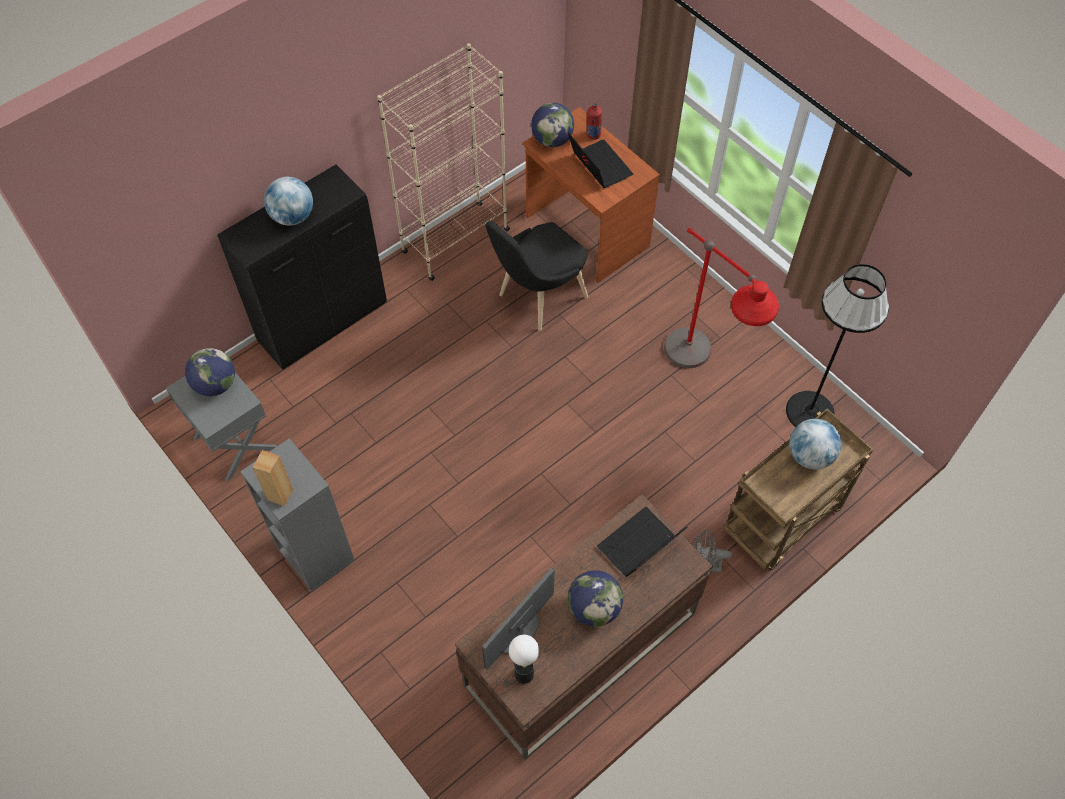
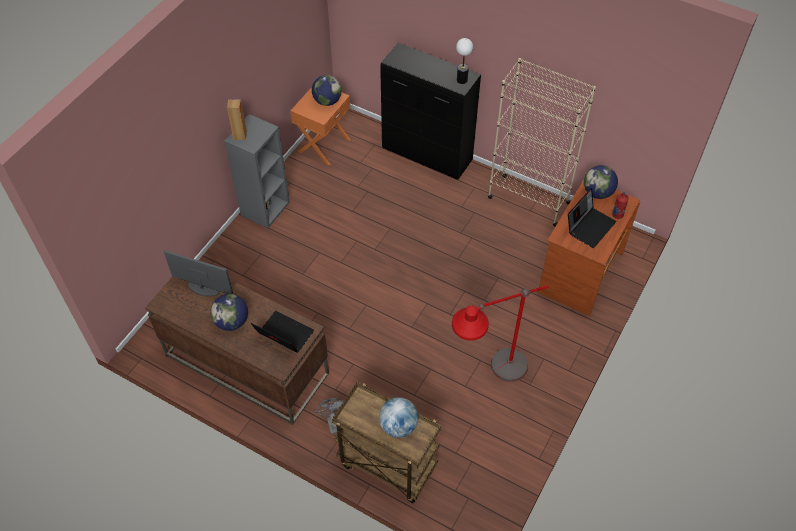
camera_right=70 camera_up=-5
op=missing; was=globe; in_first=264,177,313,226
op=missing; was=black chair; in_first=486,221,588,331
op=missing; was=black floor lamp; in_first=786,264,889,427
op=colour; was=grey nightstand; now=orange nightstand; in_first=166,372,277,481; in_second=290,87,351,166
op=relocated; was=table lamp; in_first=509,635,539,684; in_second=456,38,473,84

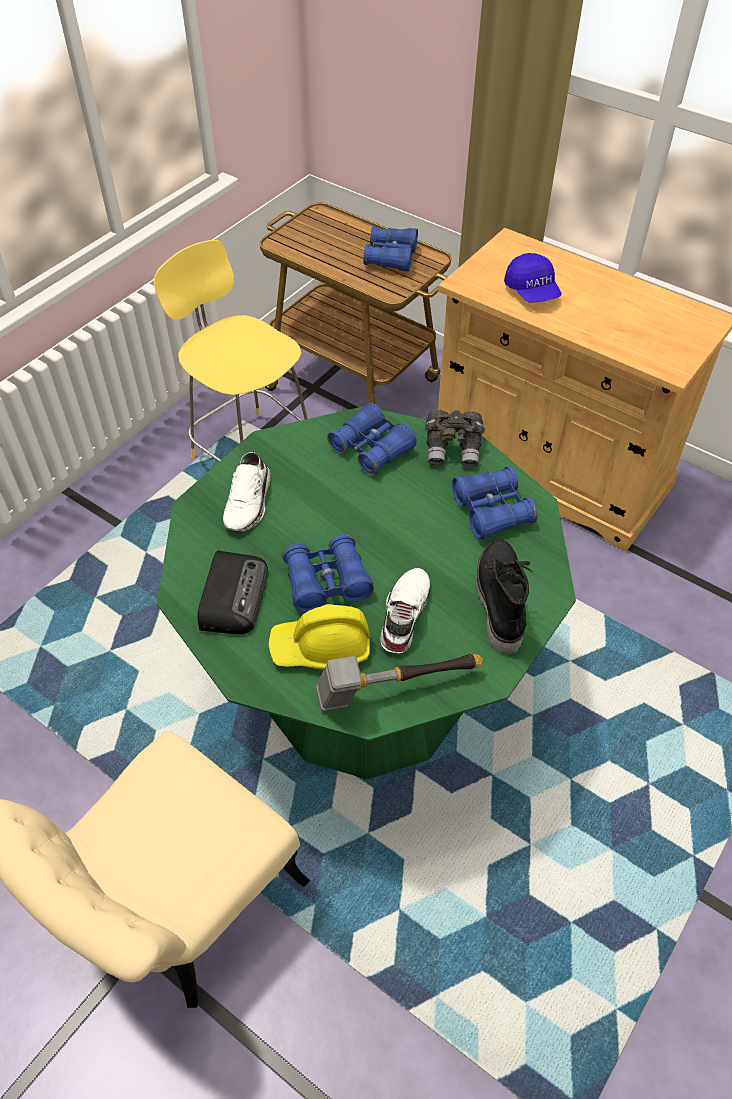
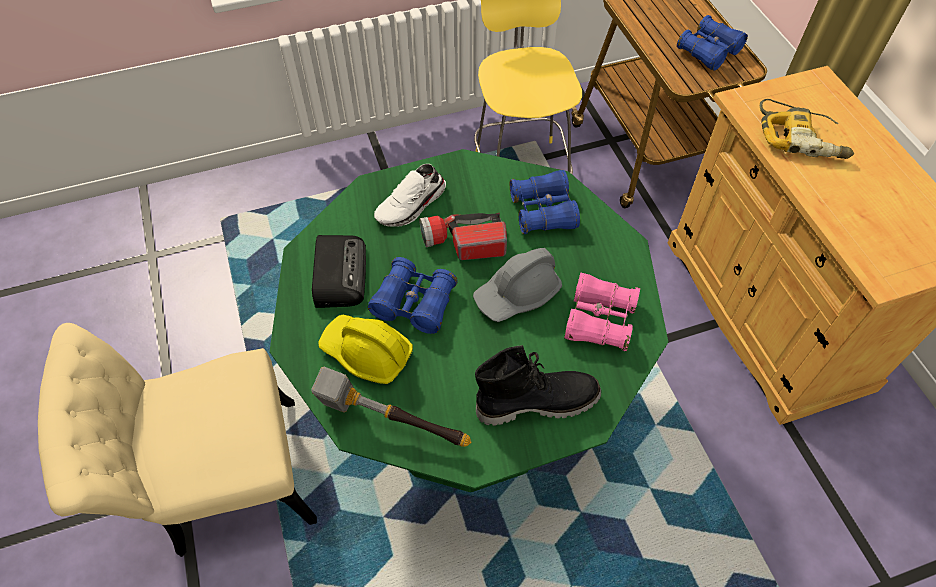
camera_right=35 camera_up=5
op=exchanged; was=blue cap; now=power drill; in_first=504,253,562,303; in_second=760,99,854,159
op=missing; was=grey binoculars; in_first=425,410,485,467
op=colour; was=blue binoculars; now=pink binoculars; in_first=452,466,538,539; in_second=564,273,640,351
op=spun; was=black boot; in_first=476,539,533,654; in_second=475,345,601,426; clockwise=45
op=spun; was=radio; in_first=197,551,268,634; in_second=312,235,366,308; clockwise=-45
op=missing; was=white shoe; in_first=380,568,430,653
op=appeared; now=flashlight; in_second=419,213,507,260
op=appeared; now=grey hard hat; in_second=473,248,562,322

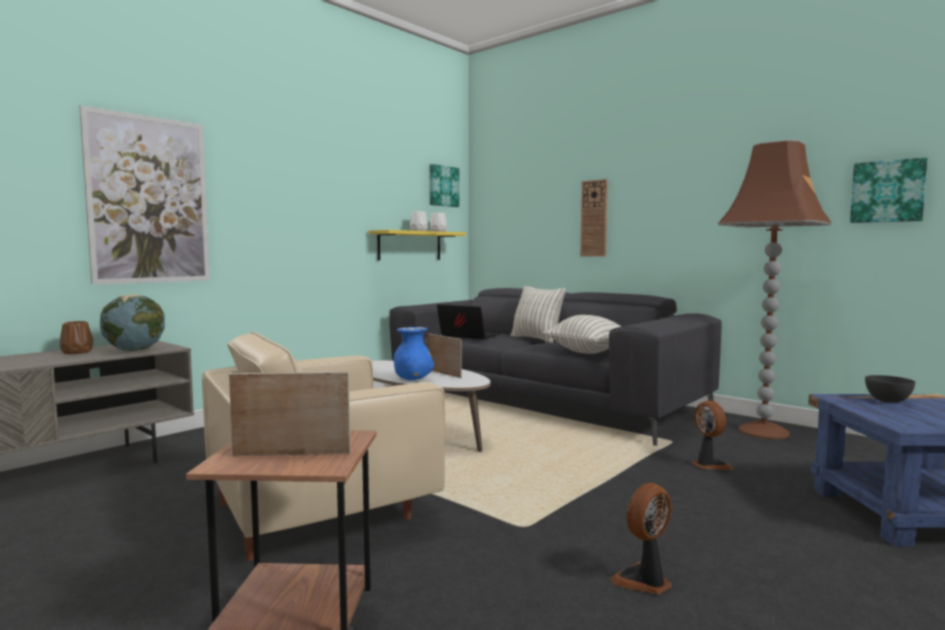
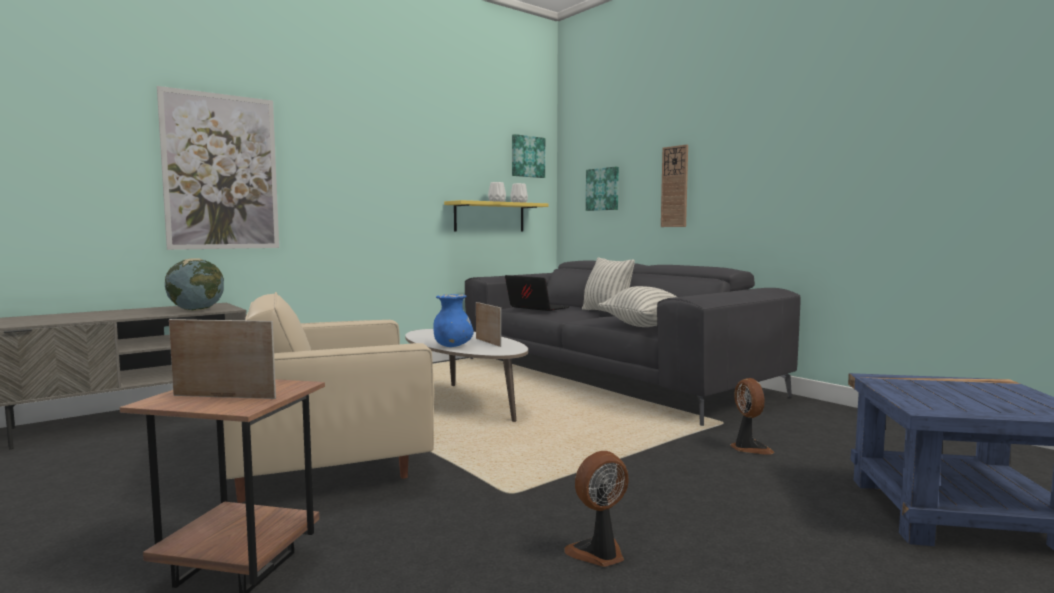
camera_right=10 camera_up=0
op=missing; was=brown floor lamp; in_first=718,140,832,439
op=relocated; was=picture; in_first=850,158,928,223; in_second=586,167,619,211
op=missing; was=brown vase; in_first=59,321,93,354
op=missing; was=grey bowl; in_first=865,375,915,403

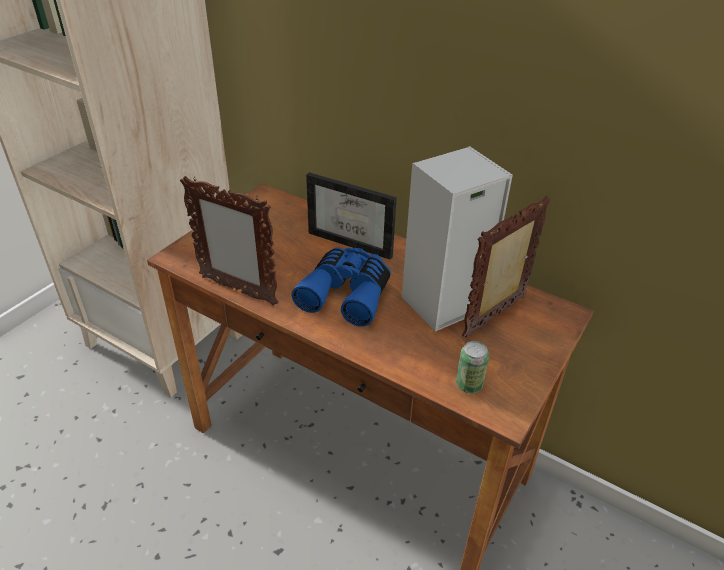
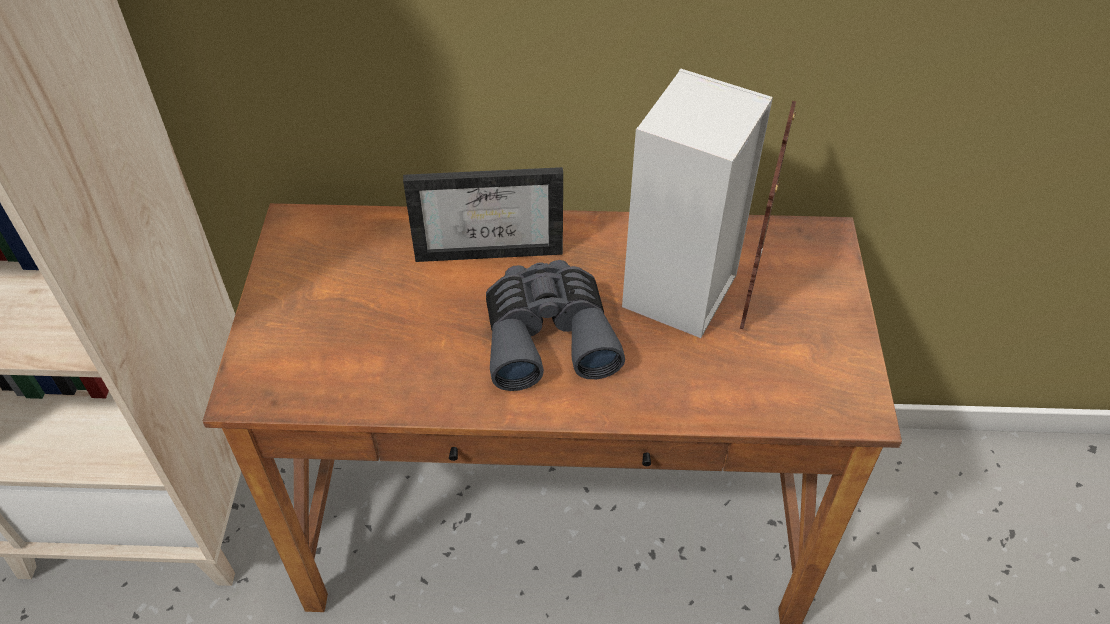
camera_right=-30 camera_up=10
op=missing; was=picture frame; in_first=180,176,278,306
op=colour; was=blue binoculars; now=grey binoculars; in_first=292,247,391,327; in_second=486,260,625,391
op=missing; was=can; in_first=456,341,489,394

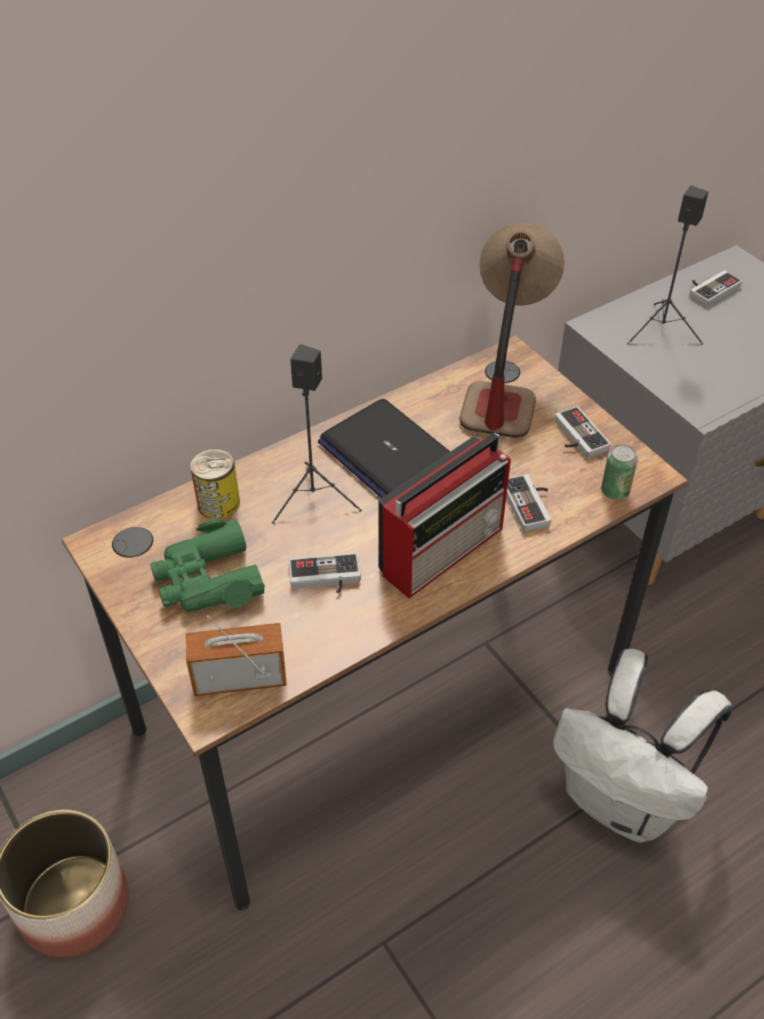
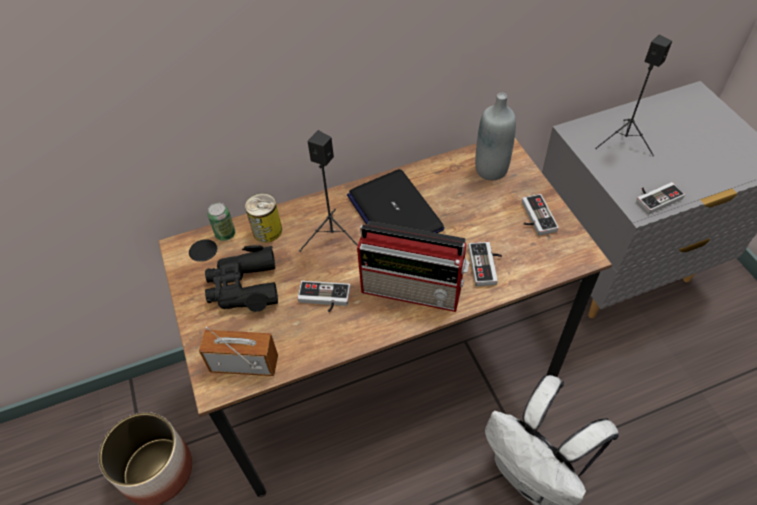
camera_right=15 camera_up=5
op=exchanged; was=table lamp; now=grey bottle; in_first=460,223,564,438; in_second=475,93,516,180
op=relocated; was=game controller; in_first=690,270,742,307; in_second=636,182,685,214
op=spun; was=radio; in_first=378,433,511,599; in_second=357,221,470,312; clockwise=45
op=relocated; was=can; in_first=601,444,638,500; in_second=207,202,235,241
op=colour; was=green binoculars; now=black binoculars; in_first=150,519,265,612; in_second=205,245,278,312

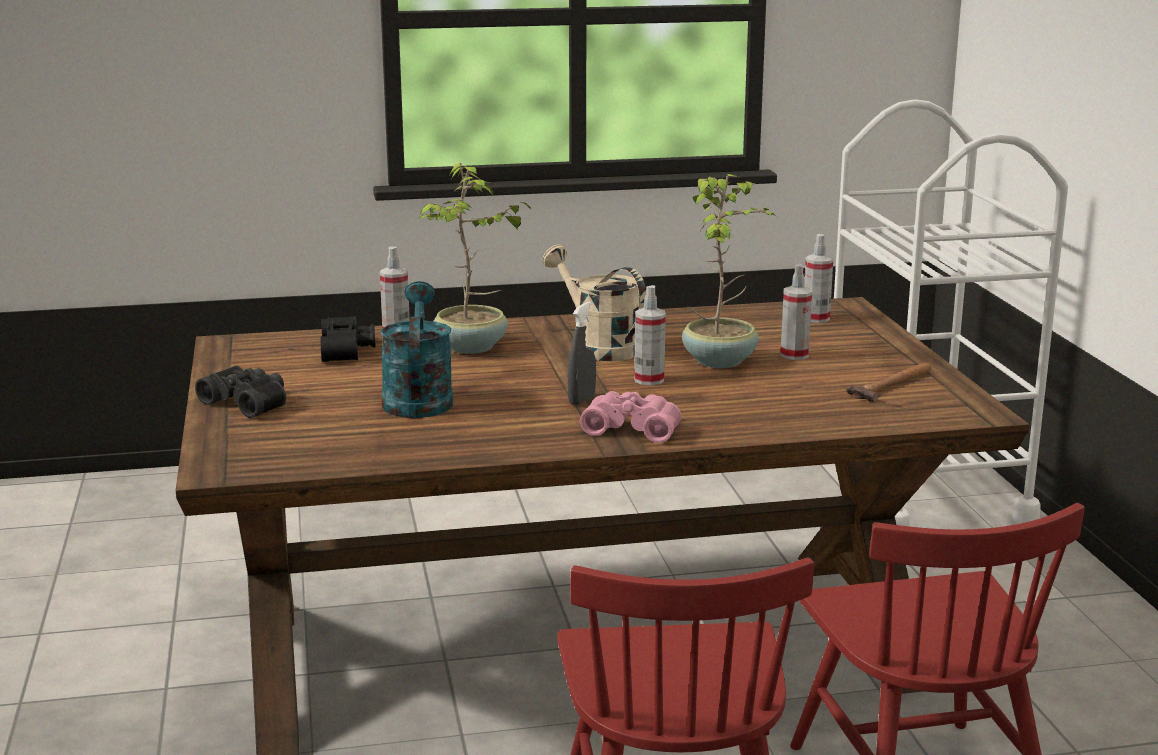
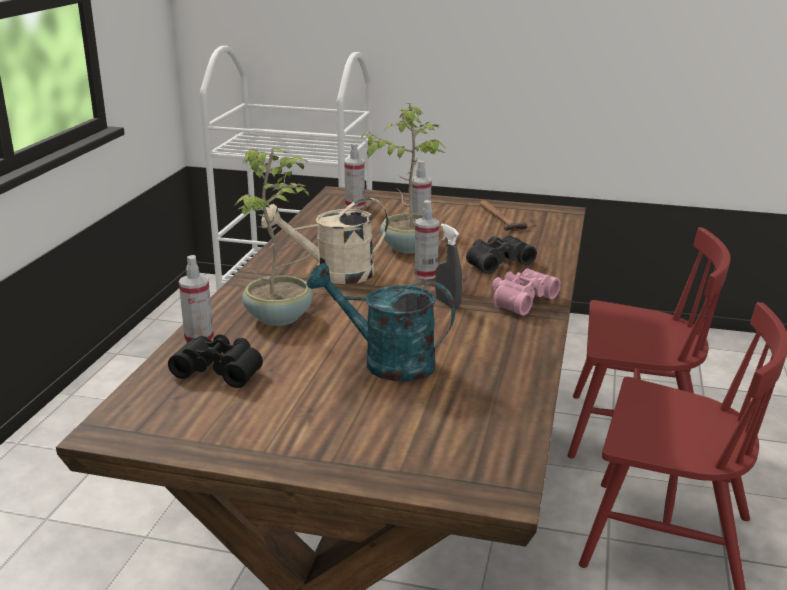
camera_right=-65 camera_up=5
op=relocated; was=black binoculars; in_first=195,365,286,418; in_second=466,235,537,274

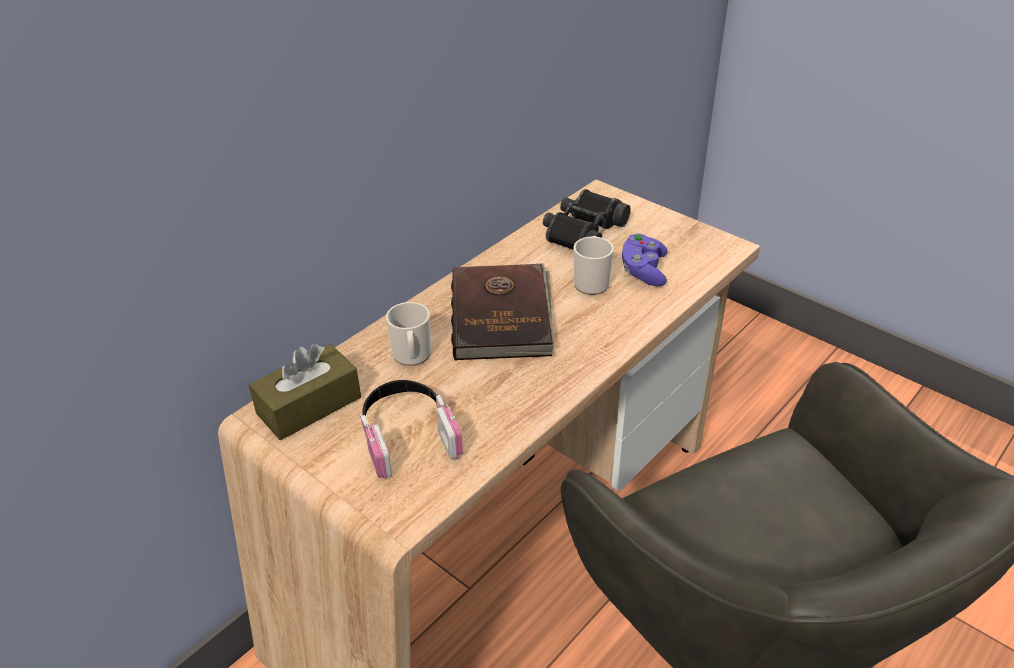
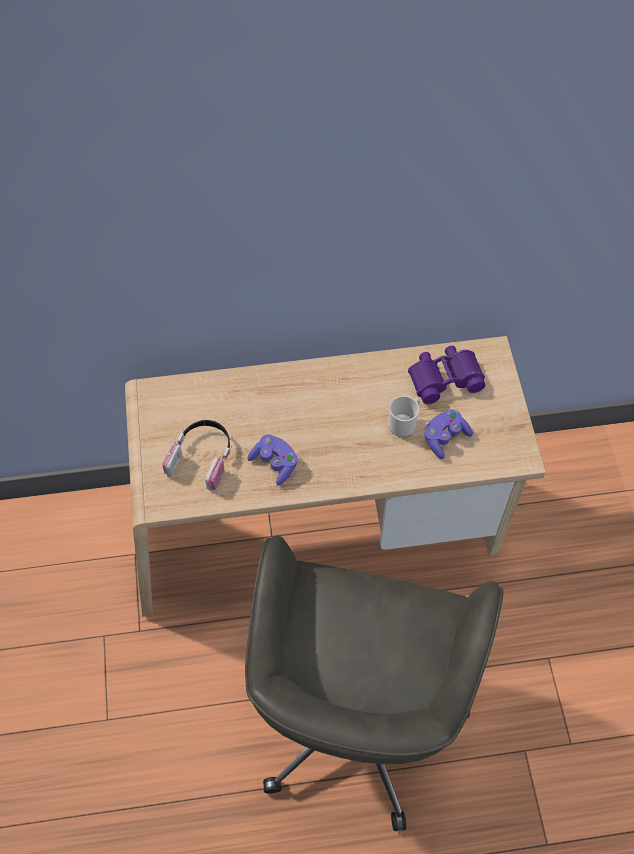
camera_right=40 camera_up=20
op=colour; was=black binoculars; now=purple binoculars; in_first=543,189,631,250; in_second=408,346,485,404
op=missing; was=brown book; in_first=451,263,555,361
op=missing; was=mug; in_first=386,302,431,366
op=missing; was=brown tissue box; in_first=249,343,361,440
op=appeared; now=purple game controller; in_second=248,434,298,486

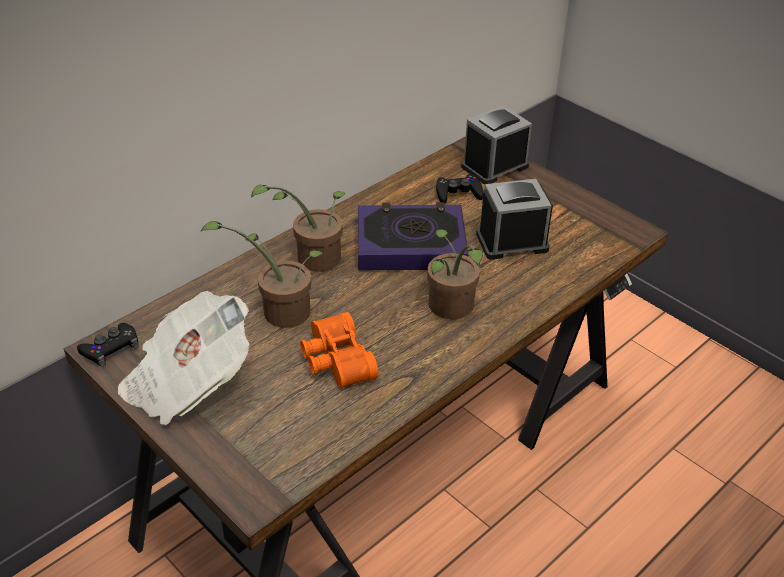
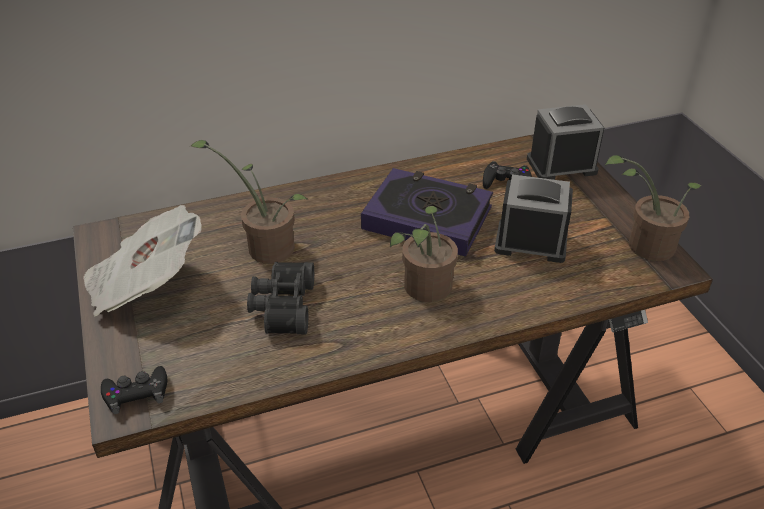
camera_right=25 camera_up=0
op=relocated; was=potted plant; in_first=251,185,345,272; in_second=604,155,701,261
op=colour; was=orange binoculars; now=black binoculars; in_first=300,312,379,389; in_second=247,262,314,334
op=relocated; was=black game controller; in_first=77,323,139,367; in_second=101,366,167,414

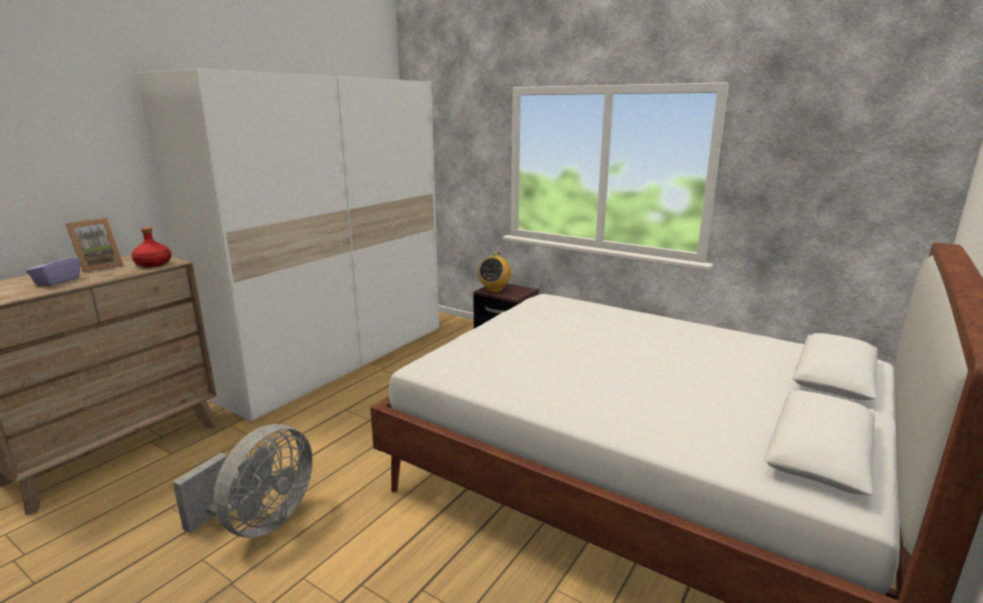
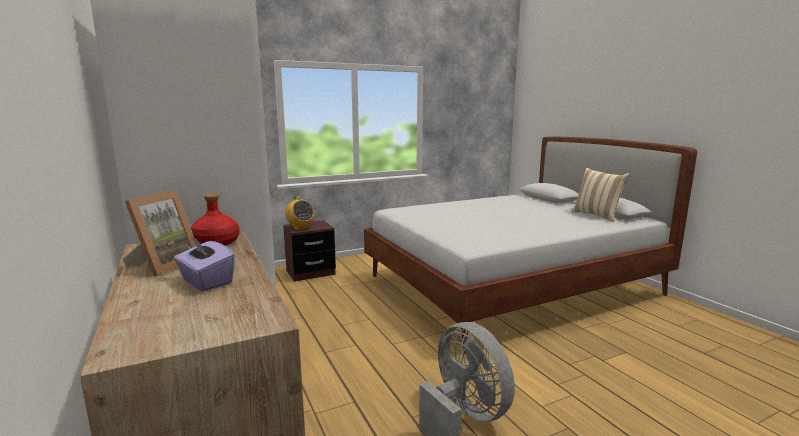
camera_right=-60 camera_up=-5
op=spun; was=picture frame; in_first=66,218,123,273; in_second=123,190,196,276; clockwise=45
op=appeared; now=beige pillow; in_second=571,168,630,222

